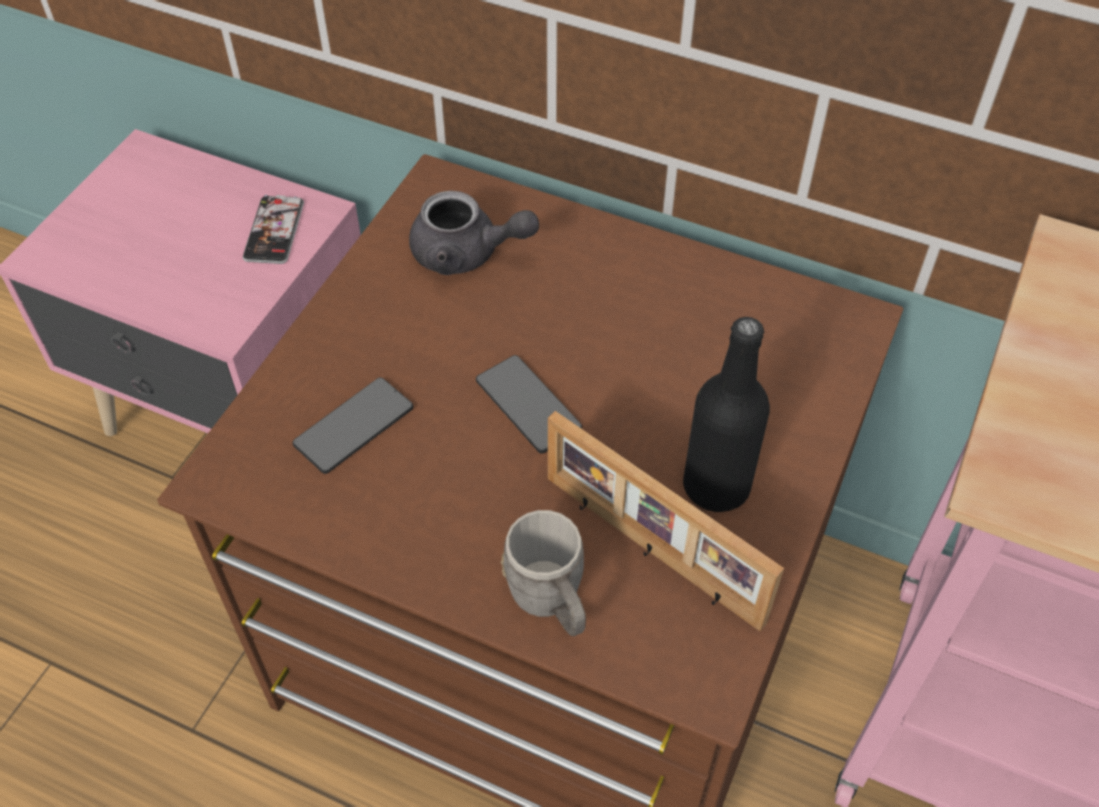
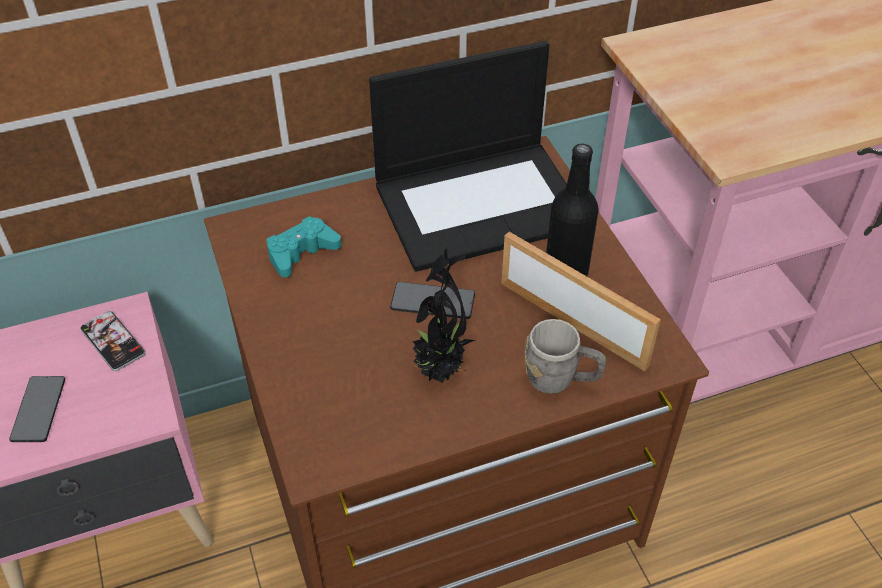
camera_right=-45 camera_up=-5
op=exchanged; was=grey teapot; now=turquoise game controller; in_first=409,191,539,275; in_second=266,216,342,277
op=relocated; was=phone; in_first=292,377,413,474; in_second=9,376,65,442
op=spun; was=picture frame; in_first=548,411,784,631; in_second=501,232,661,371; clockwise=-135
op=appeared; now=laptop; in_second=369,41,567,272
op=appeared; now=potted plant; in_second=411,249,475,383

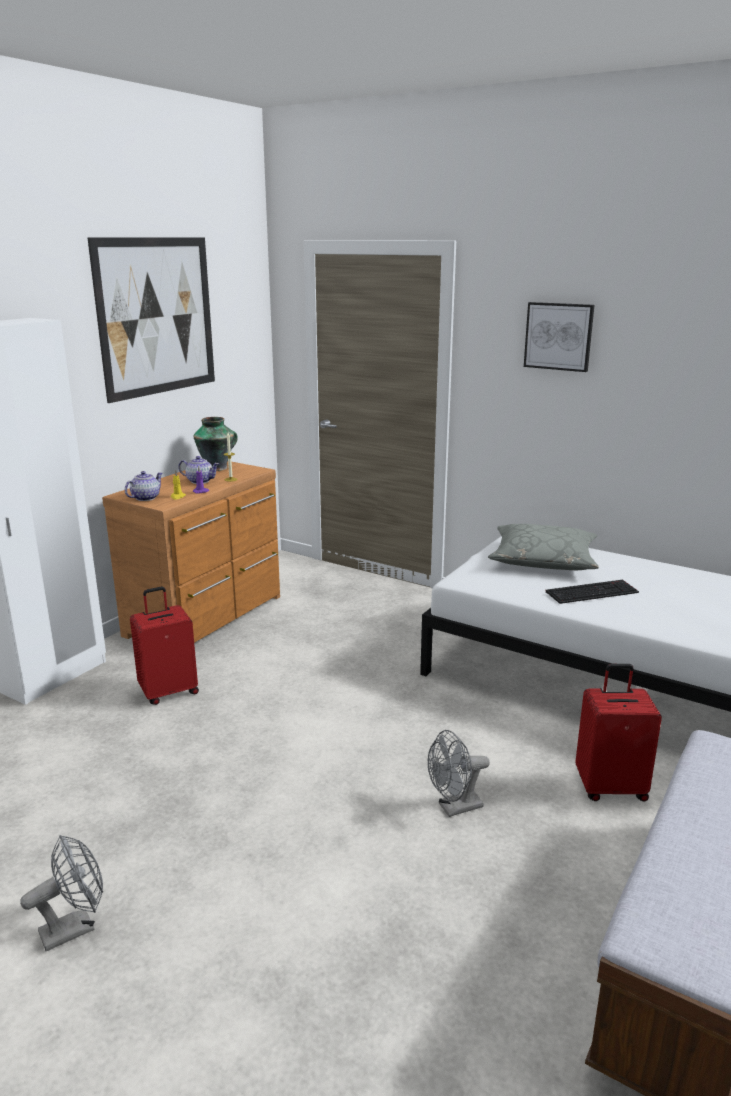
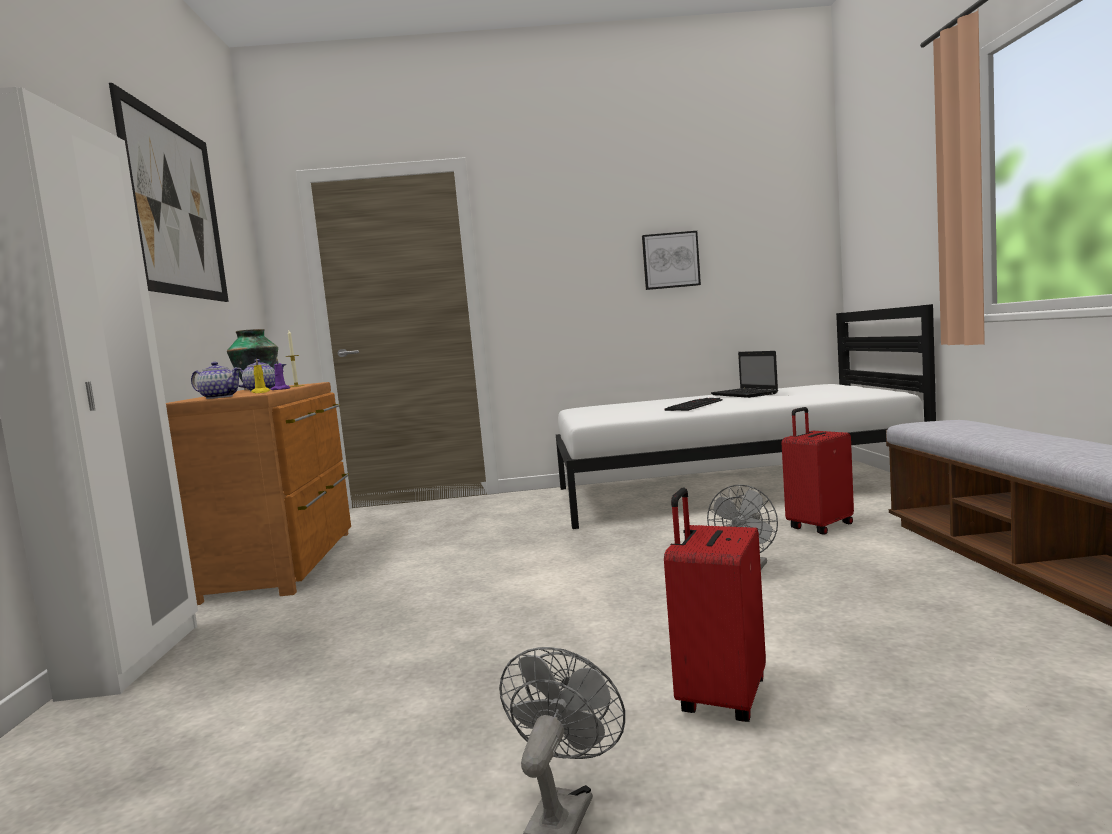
camera_right=-35 camera_up=-15
op=relocated; was=picture; in_first=524,302,594,372; in_second=642,231,701,290
op=spun; was=teapot; in_first=125,471,163,501; in_second=191,362,242,399; clockwise=105
op=missing; was=grey pillow; in_first=488,524,599,570
op=relocated; was=red suitcase; in_first=130,586,199,705; in_second=664,488,766,722
op=appeared; now=laptop; in_second=711,351,778,398

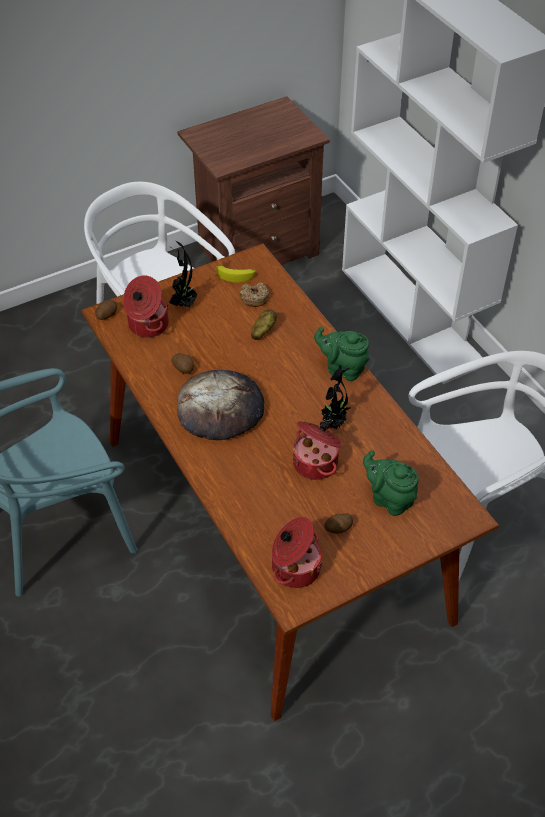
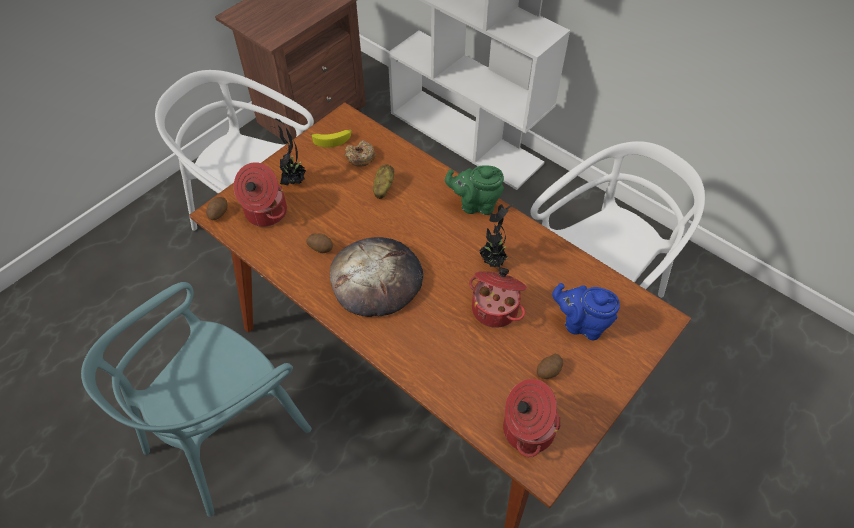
camera_right=-20 camera_up=5
op=colour; was=green teapot; now=blue teapot; in_first=363,450,419,516; in_second=552,283,620,340

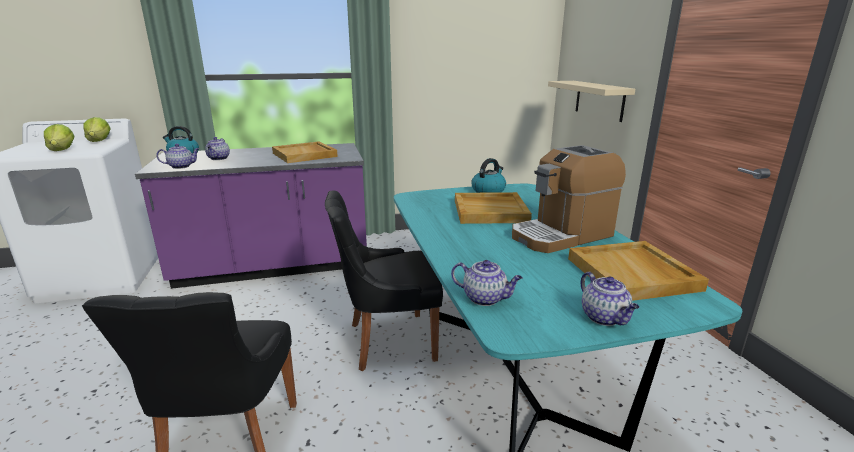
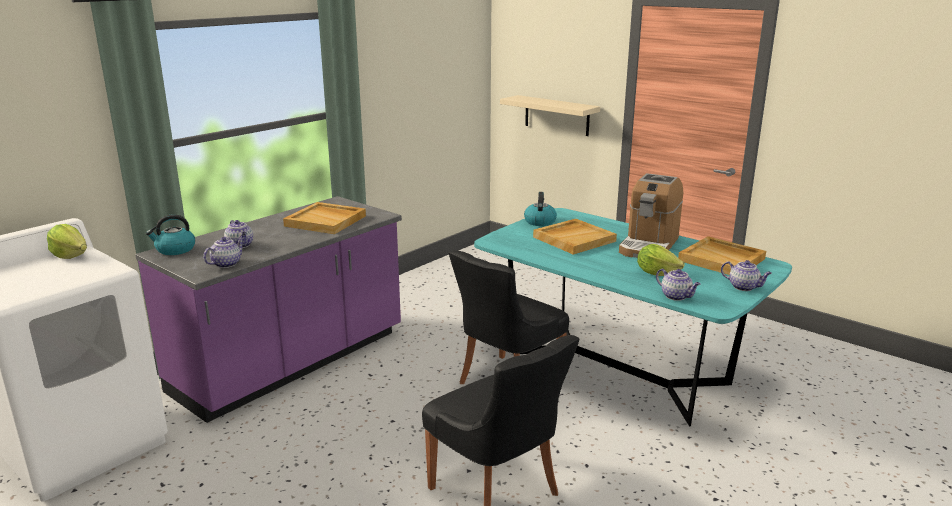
camera_right=-35 camera_up=0
op=relocated; was=lettuce; in_first=44,124,74,151; in_second=637,244,685,276
op=spun; was=teapot; in_first=451,260,523,306; in_second=656,269,700,301; clockwise=60

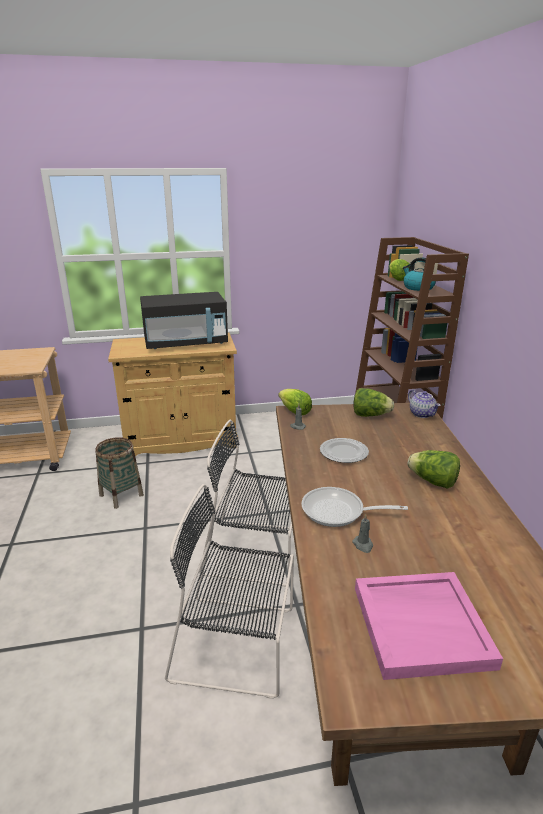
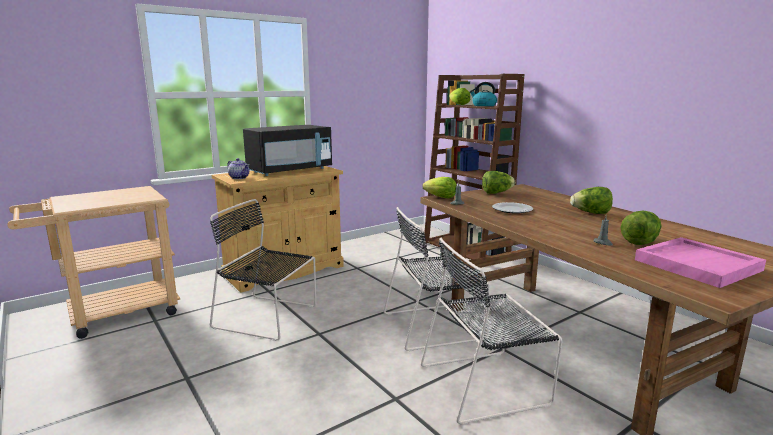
camera_right=-25 camera_up=-10
op=relocated; was=teapot; in_first=408,390,441,418; in_second=227,158,249,179
op=exchanged; was=basket; now=black chair; in_first=95,437,144,509; in_second=210,199,316,341
op=missing; was=frying pan; in_first=301,487,408,527
op=appeared; now=lettuce; in_second=621,211,661,245

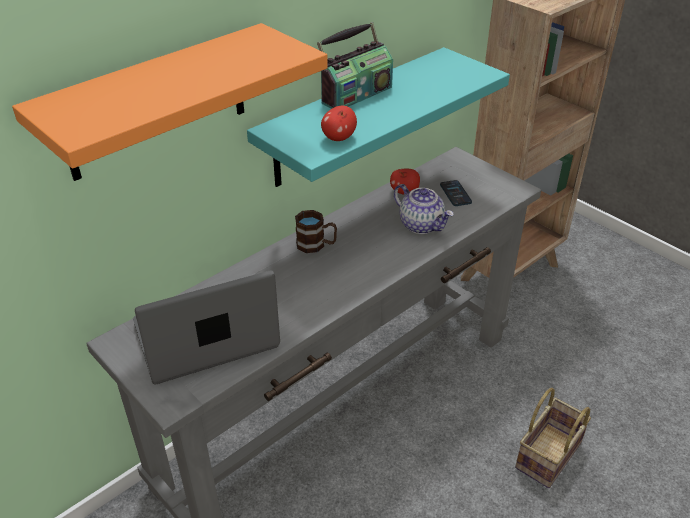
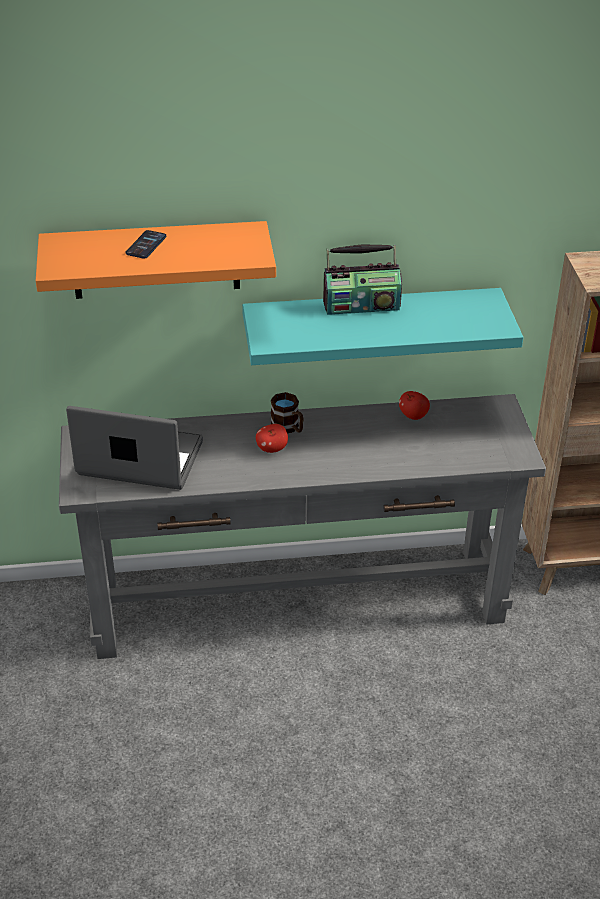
camera_right=35 camera_up=0
op=relocated; was=apple; in_first=321,106,357,141; in_second=256,424,288,453
op=relocated; was=phone; in_first=440,180,472,206; in_second=126,230,166,259
op=missing; was=teapot; in_first=394,184,454,234
op=missing; was=basket; in_first=515,388,591,488

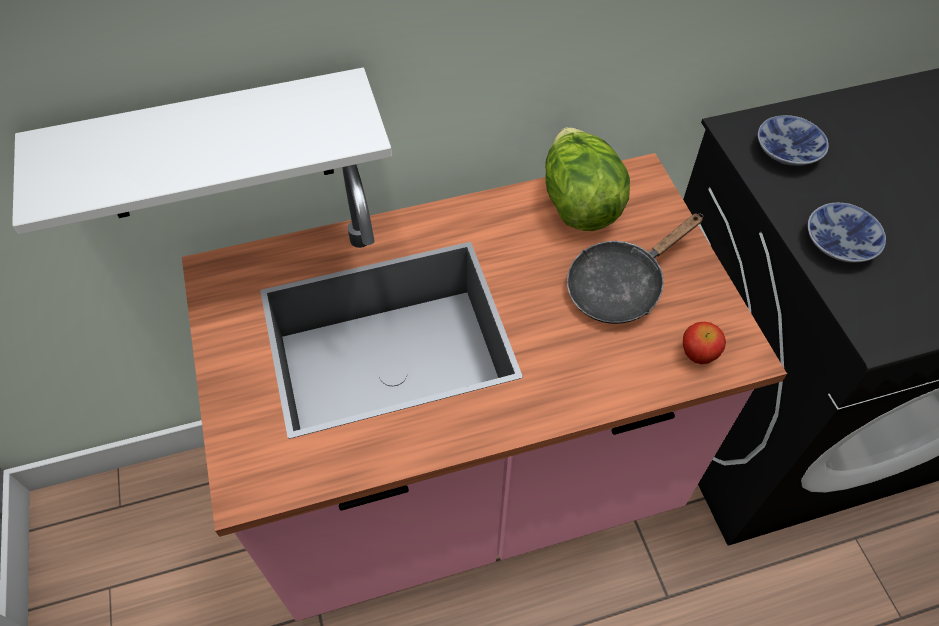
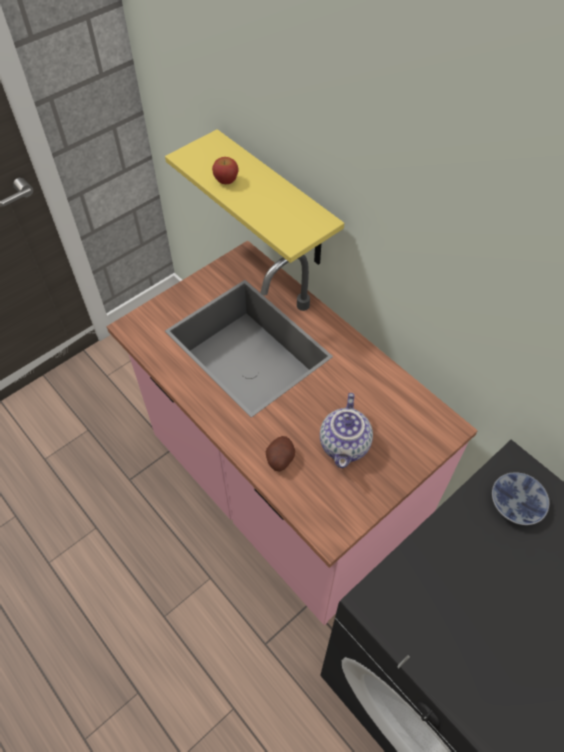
camera_right=65 camera_up=0
op=colour; was=white shelf; now=yellow shelf; in_first=12,68,392,234; in_second=165,129,344,265
op=missing; was=lettuce; in_first=545,127,630,231
op=missing; was=bowl; in_first=808,203,886,263
op=exchanged; was=black frying pan; now=teapot; in_first=567,213,703,324; in_second=320,393,373,468
op=relocated; was=apple; in_first=683,322,726,364; in_second=212,157,238,184
op=appeared; now=potato; in_second=266,436,295,471

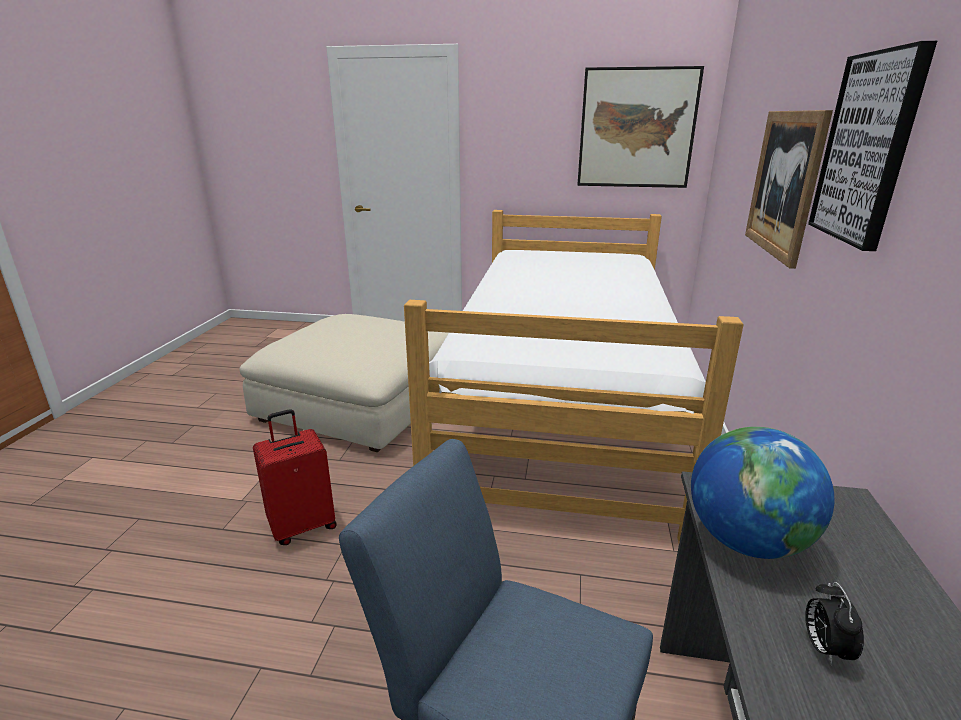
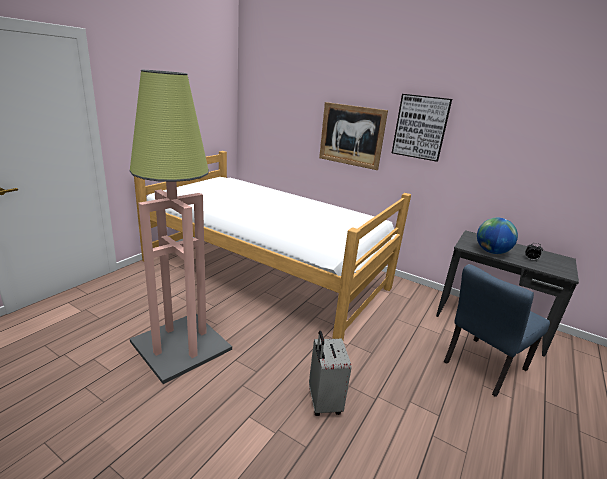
camera_right=-70 camera_up=0
op=missing; was=picture; in_first=577,66,704,188
op=exchanged; was=beige ottoman; now=floor lamp; in_first=240,314,449,452; in_second=130,70,232,384
op=colour; was=red suitcase; now=grey suitcase; in_first=253,409,337,545; in_second=309,331,351,416

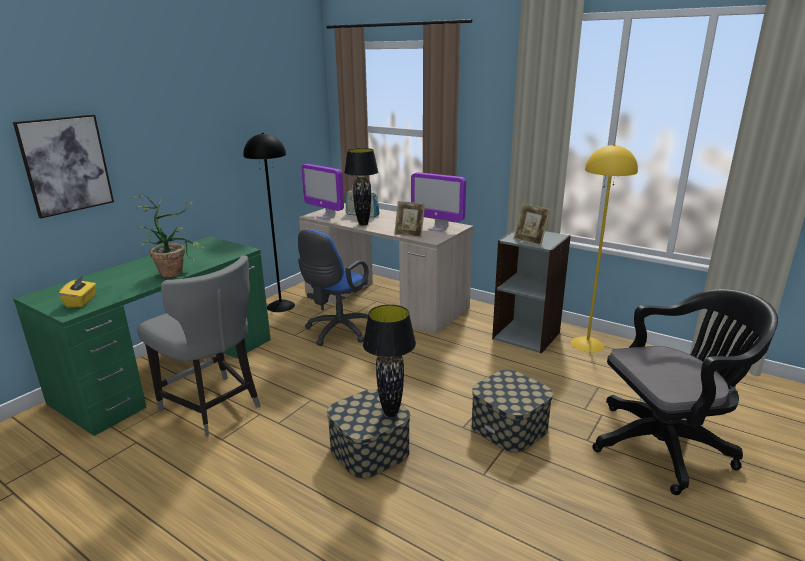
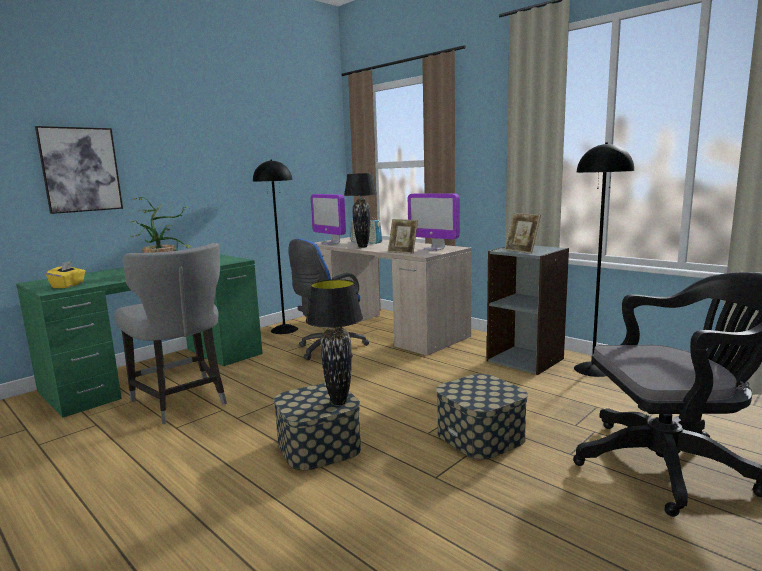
camera_right=10 camera_up=-10
op=colour; was=yellow floor lamp; now=black floor lamp; in_first=571,144,638,353; in_second=574,142,634,377

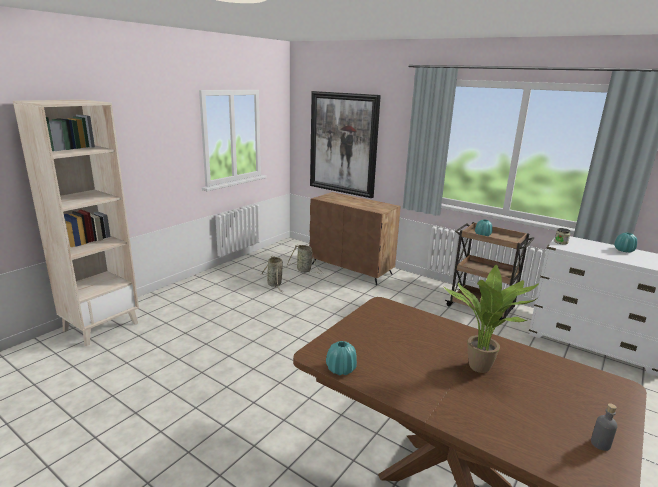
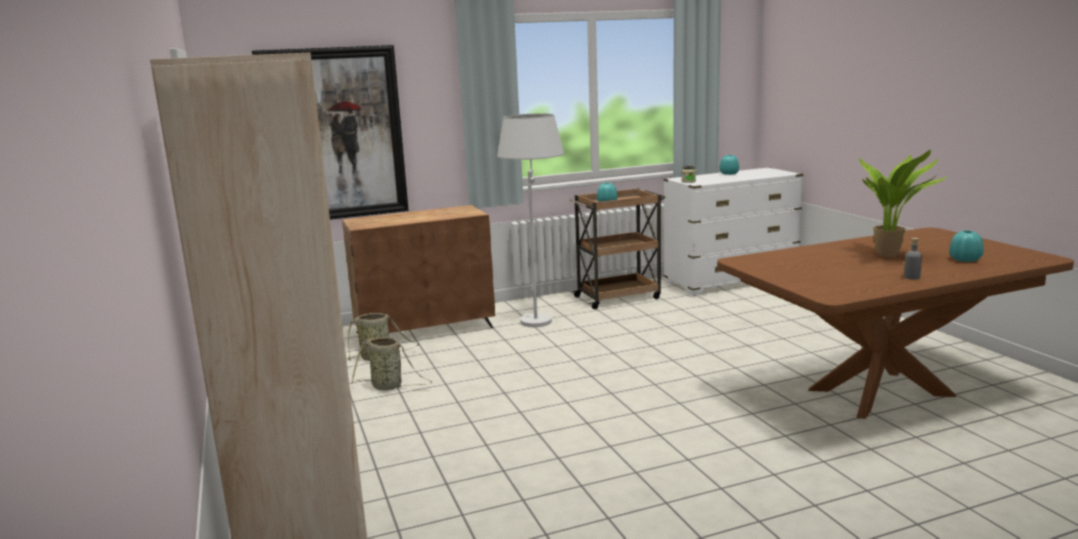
camera_right=-55 camera_up=-5
op=relocated; was=turquoise vase; in_first=326,341,357,375; in_second=949,230,984,262
op=relocated; was=grey bottle; in_first=591,403,617,451; in_second=904,238,922,280
op=appeared; now=white floor lamp; in_second=497,113,564,327

